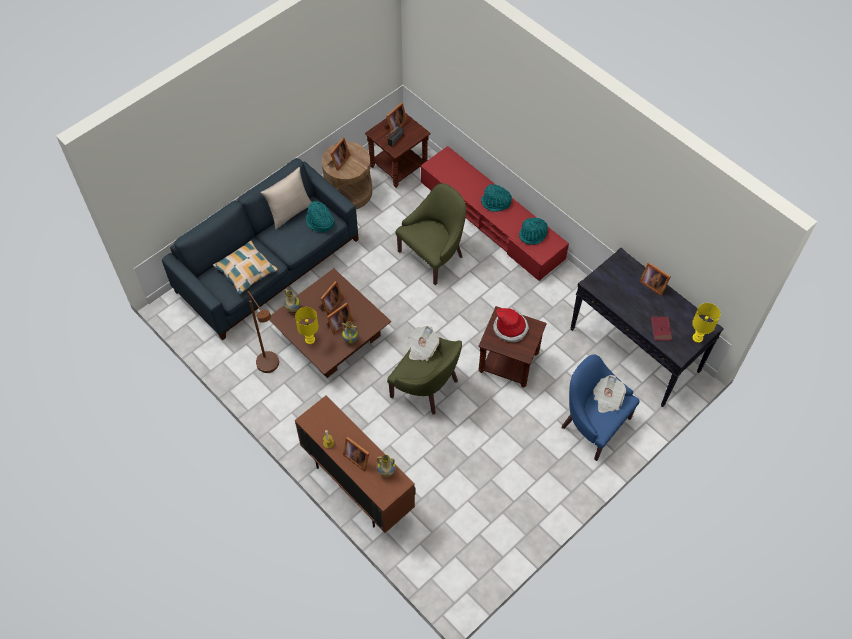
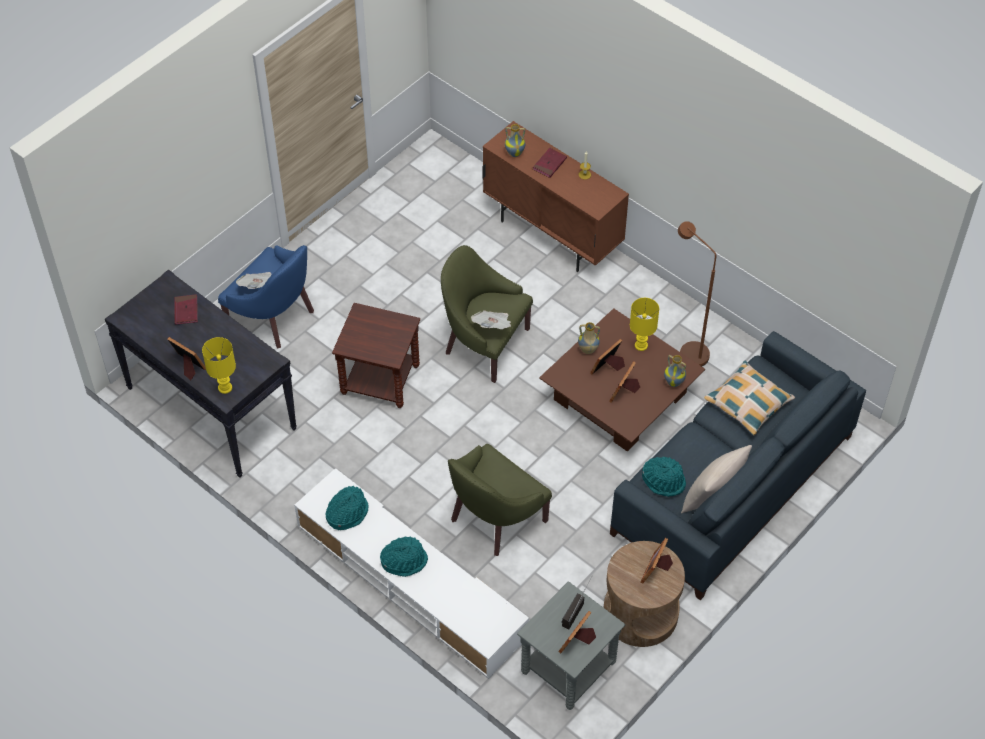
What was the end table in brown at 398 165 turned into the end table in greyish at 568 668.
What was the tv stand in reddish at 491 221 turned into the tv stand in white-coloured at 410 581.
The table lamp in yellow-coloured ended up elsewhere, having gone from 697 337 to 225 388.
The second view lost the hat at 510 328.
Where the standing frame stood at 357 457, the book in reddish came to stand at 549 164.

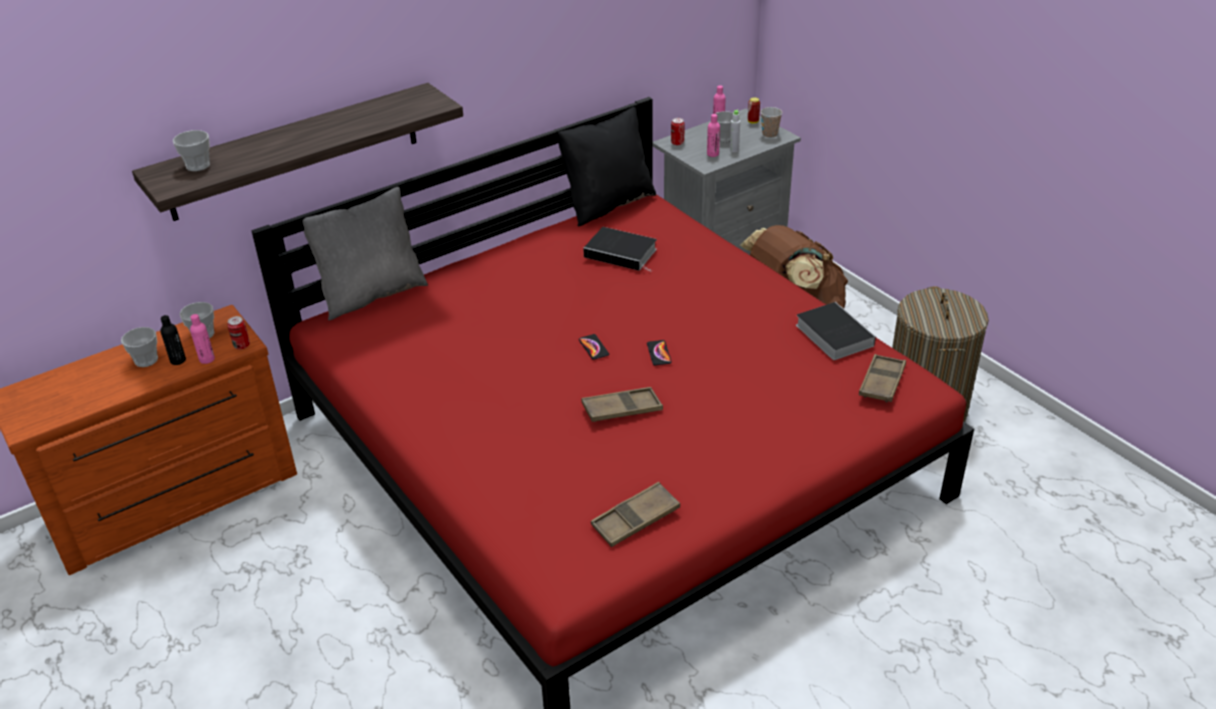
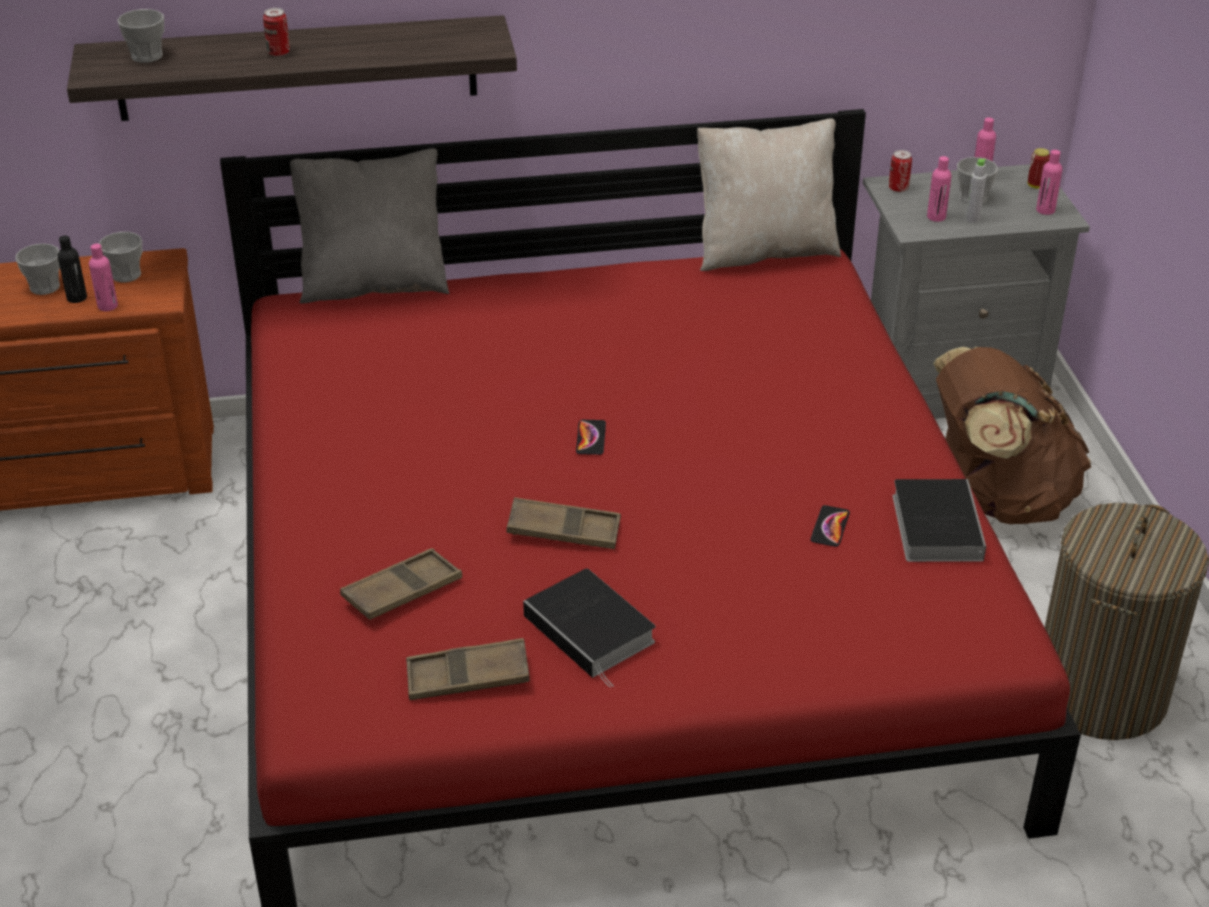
What was the throw pillow in blackish at 607 204 turned into the throw pillow in beige at 764 251.
Where the small cup stood at 769 134, the beverage bottle in pink-coloured came to stand at 1045 210.
The book ended up elsewhere, having gone from 622 253 to 592 631.
The sealed can ended up elsewhere, having gone from 242 346 to 279 53.
The telephone ended up elsewhere, having gone from 659 353 to 830 527.
The carrying tray in brown ended up elsewhere, having gone from 882 382 to 402 591.

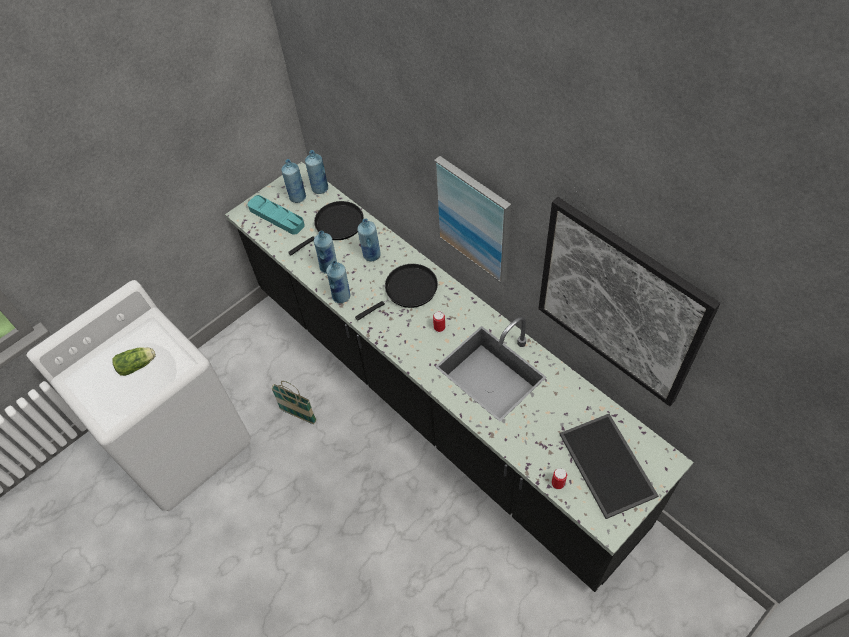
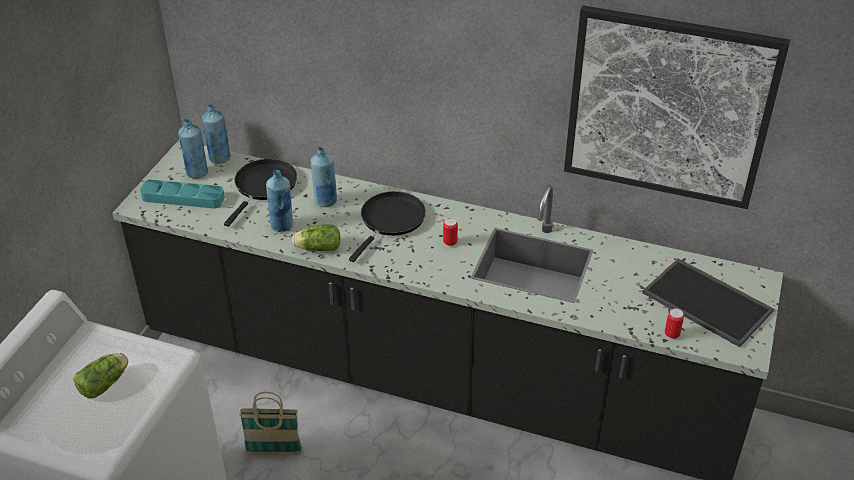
The second view lost the picture at 474 219.
Where the beverage bottle in bluish stood at 341 296, the head of lettuce came to stand at 317 248.

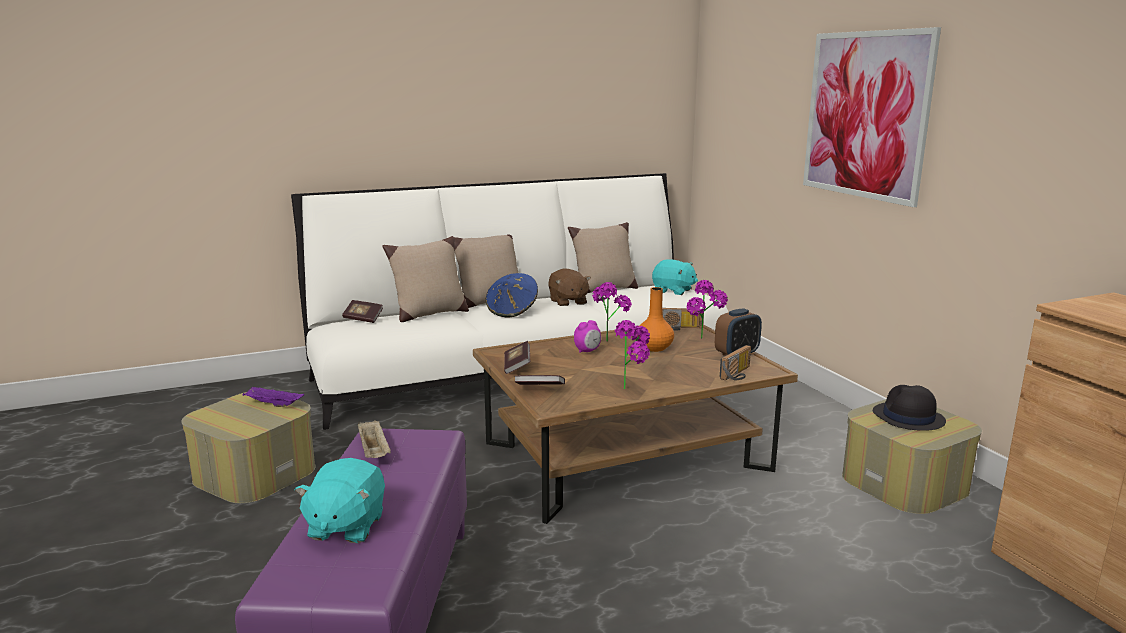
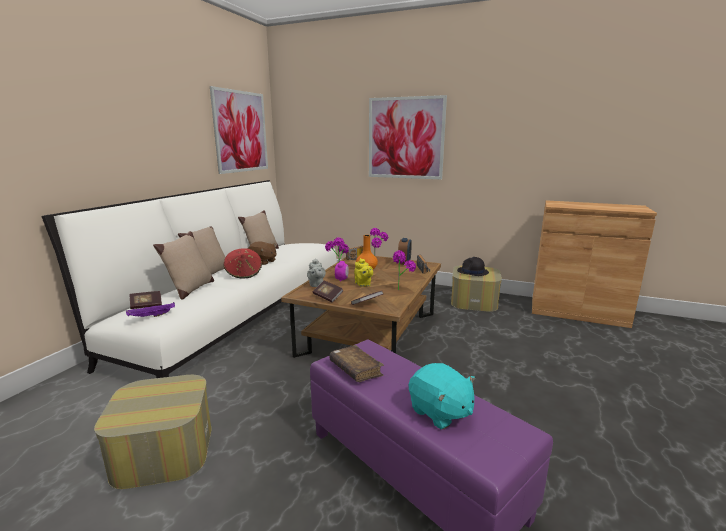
The second view lost the cuddly toy in turquoise at 673 291.
What was the hat in bluish at 512 311 turned into the hat in reddish at 244 274.
The carrying tray in purplish ended up elsewhere, having gone from 273 405 to 151 316.
Where the carrying tray in beige stood at 374 452, the book in brown came to stand at 355 370.
The second view gained the picture at 241 131.
The second view gained the teapot in greyish at 316 285.
The second view gained the teapot in yellow-coloured at 363 284.

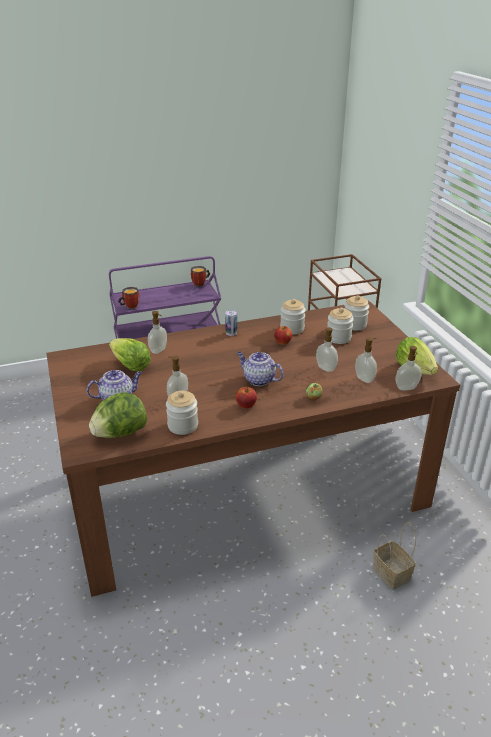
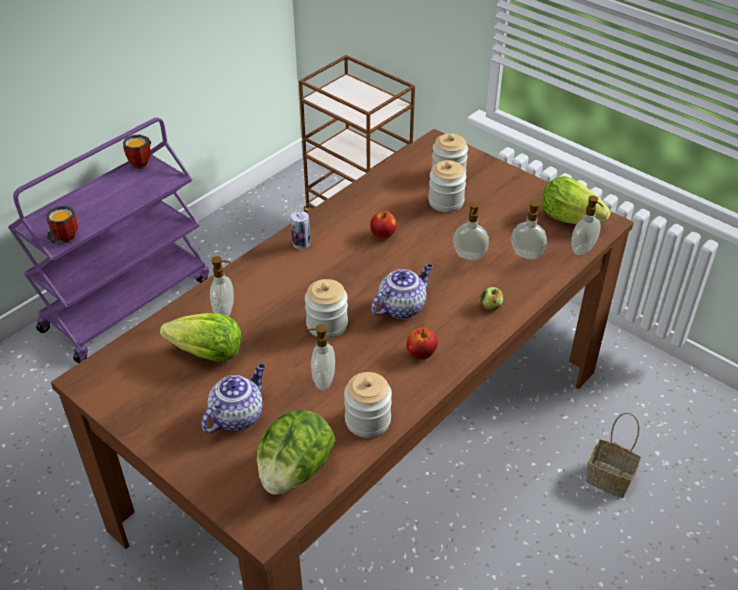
The preserve jar ended up elsewhere, having gone from 292 329 to 327 325.
The teapot at 258 380 ended up facing another way, 135 degrees clockwise from before.

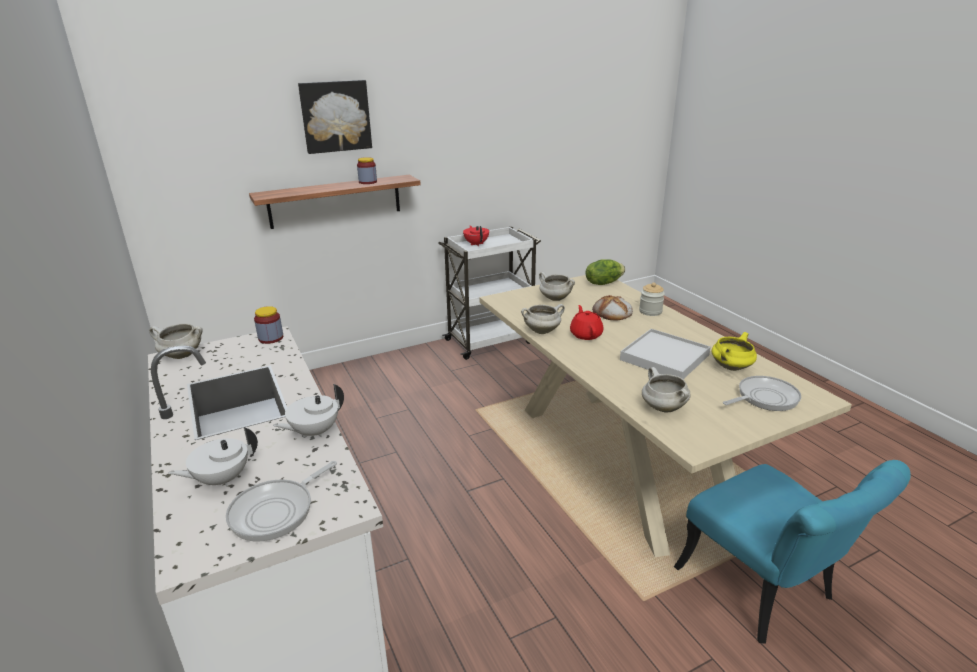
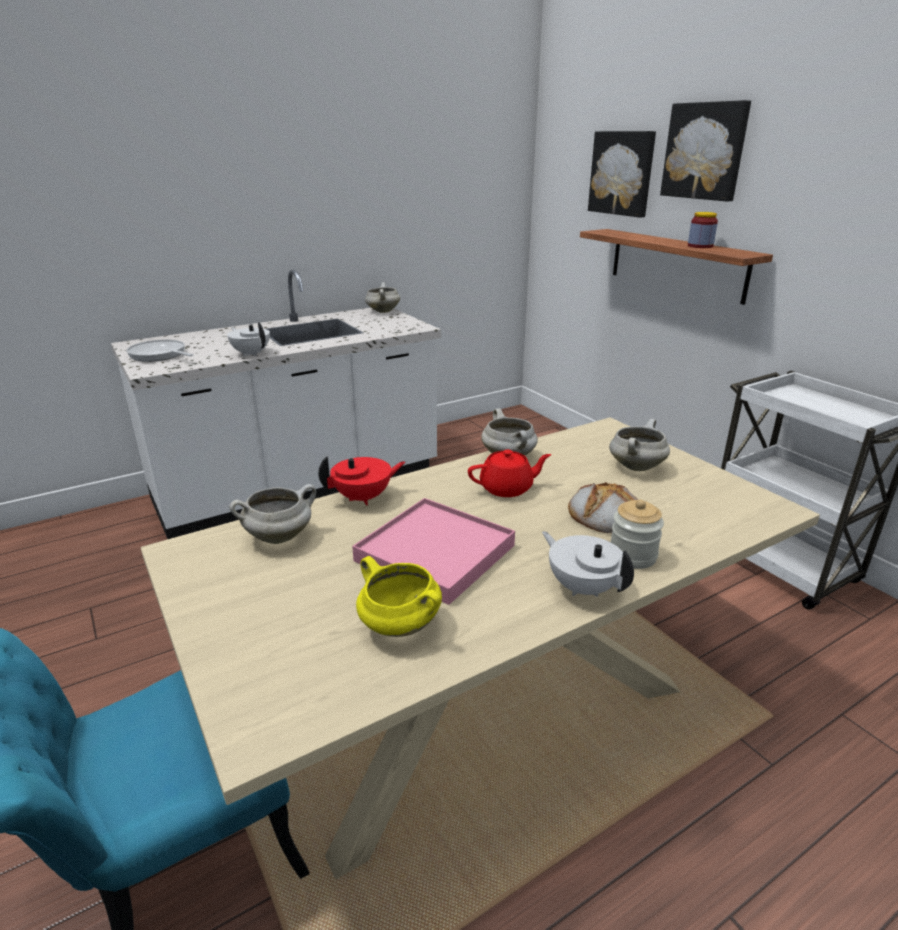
The teapot in reddish ended up elsewhere, having gone from 476 244 to 364 498.
The second view lost the head of lettuce at 603 283.
The second view lost the preserve jar at 271 338.
What was the carrying tray in white-coloured at 664 357 turned into the carrying tray in pink-coloured at 435 553.
The second view lost the frying pan at 764 398.
The teapot in white-coloured ended up elsewhere, having gone from 221 479 to 583 587.
The second view gained the picture at 622 173.

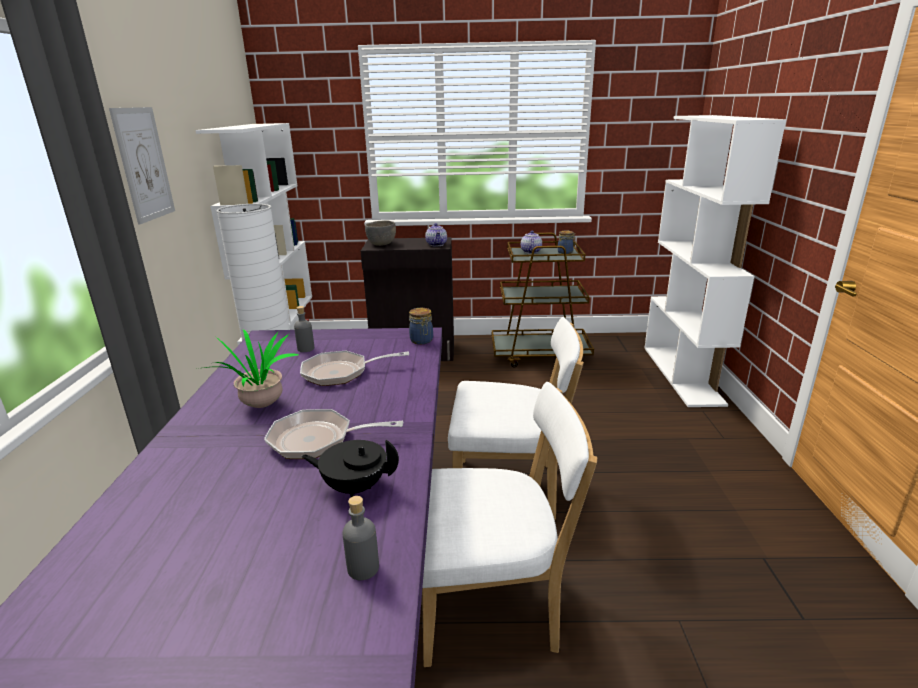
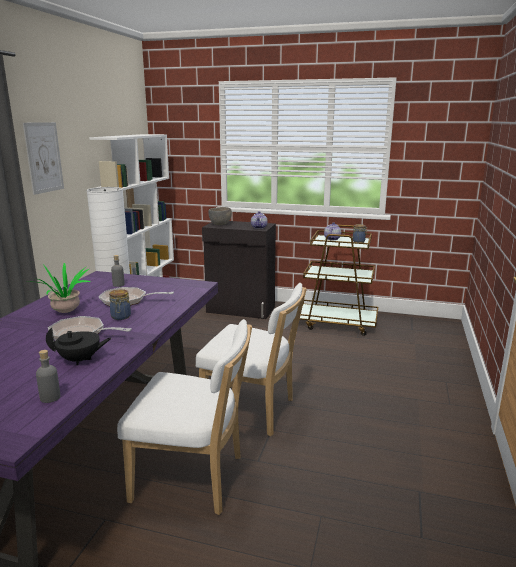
The second view lost the bookcase in white-coloured at 682 374.
The preserve jar ended up elsewhere, having gone from 422 341 to 121 317.
The teapot in blackish at 354 487 ended up facing another way, 150 degrees clockwise from before.

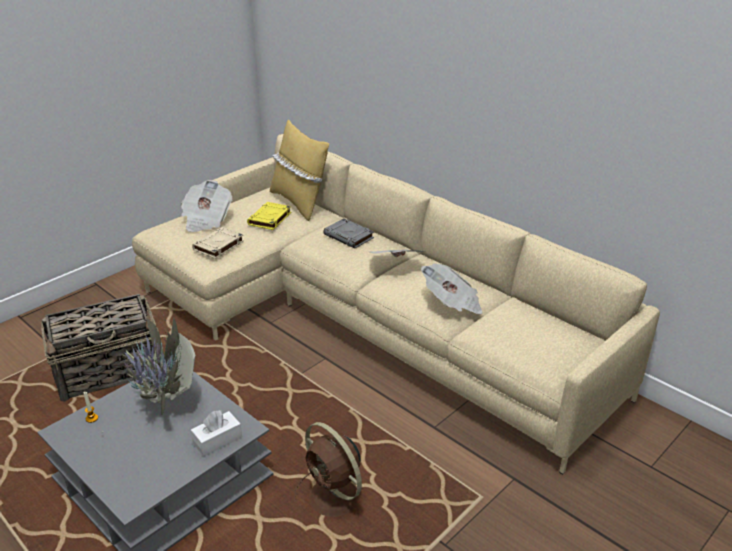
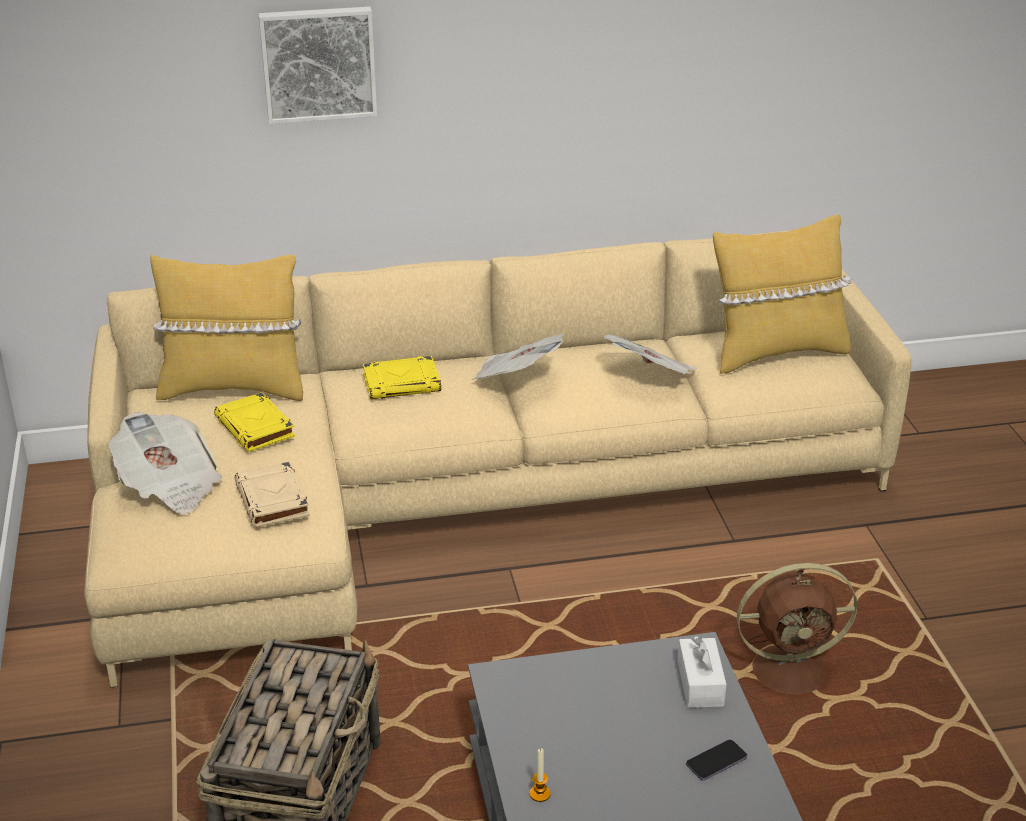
What was the book in greyish at 349 236 turned into the book in yellow-coloured at 402 383.
The second view lost the houseplant at 164 406.
The second view gained the picture at 318 63.
The second view gained the throw pillow in yellow-coloured at 776 353.
The second view gained the telephone at 716 761.

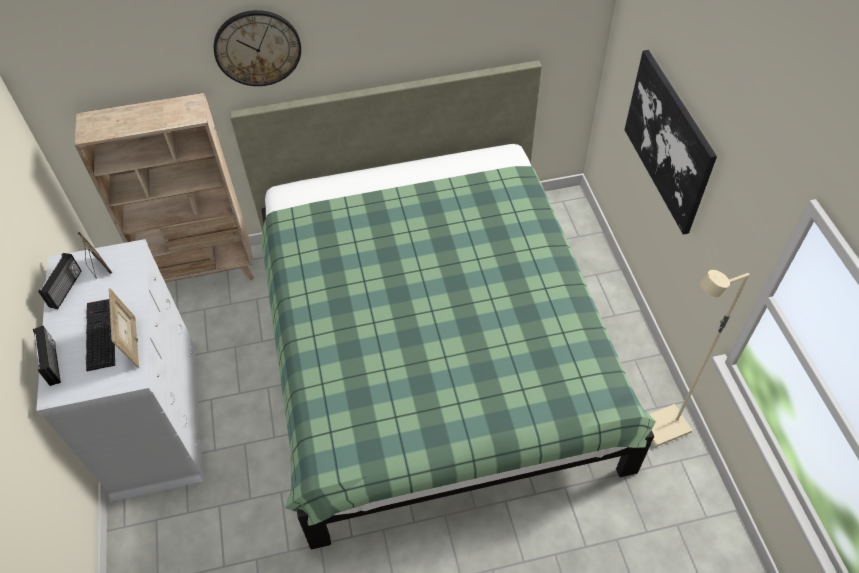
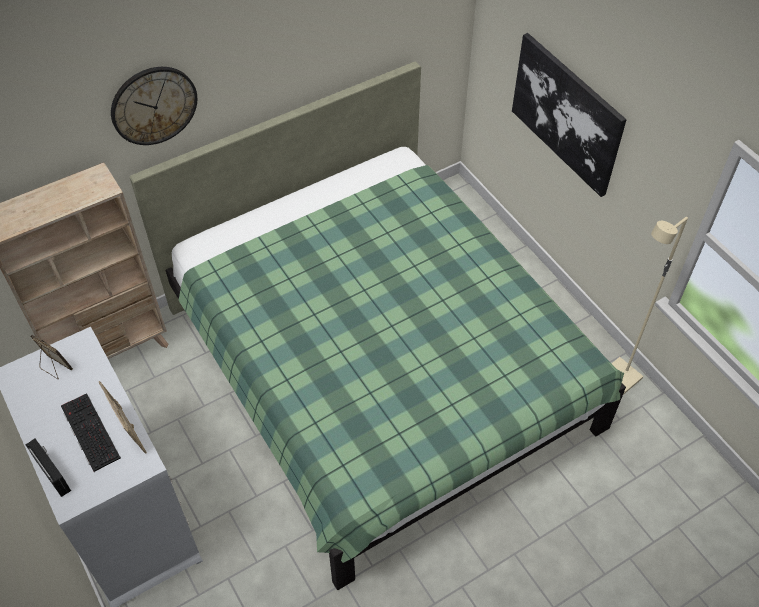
The second view lost the radio at 66 289.

